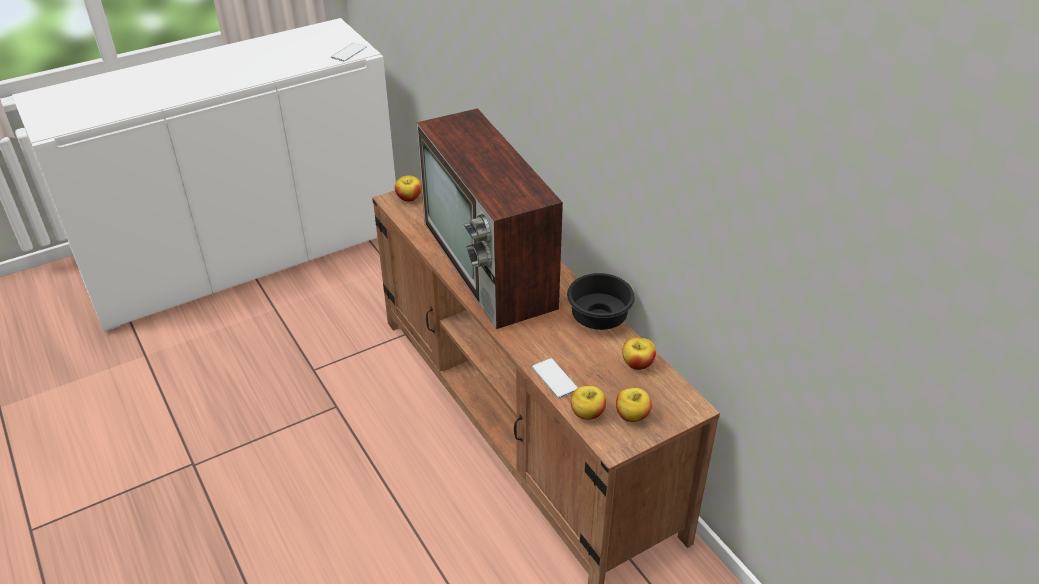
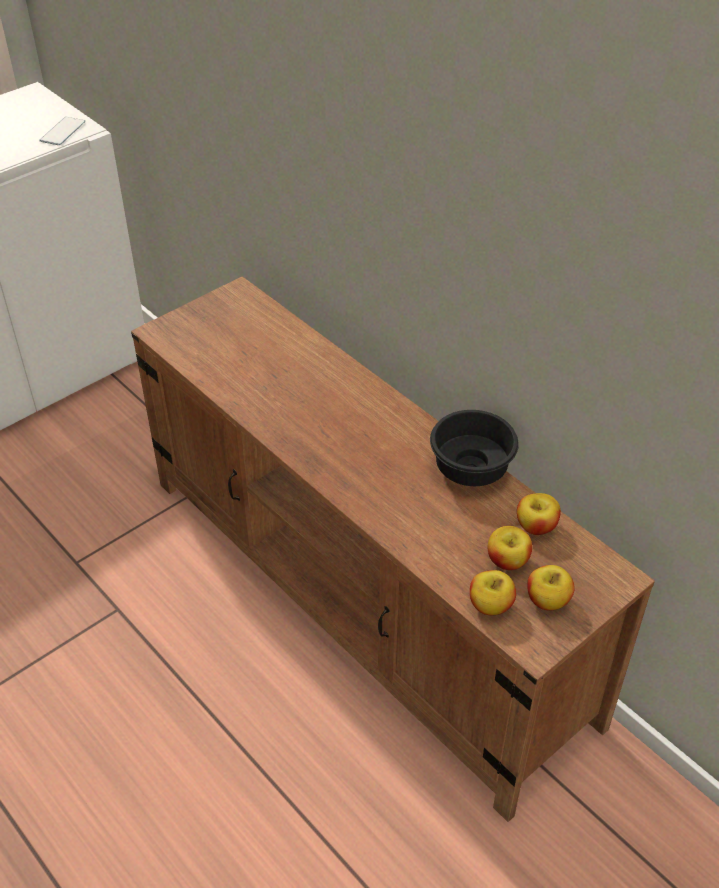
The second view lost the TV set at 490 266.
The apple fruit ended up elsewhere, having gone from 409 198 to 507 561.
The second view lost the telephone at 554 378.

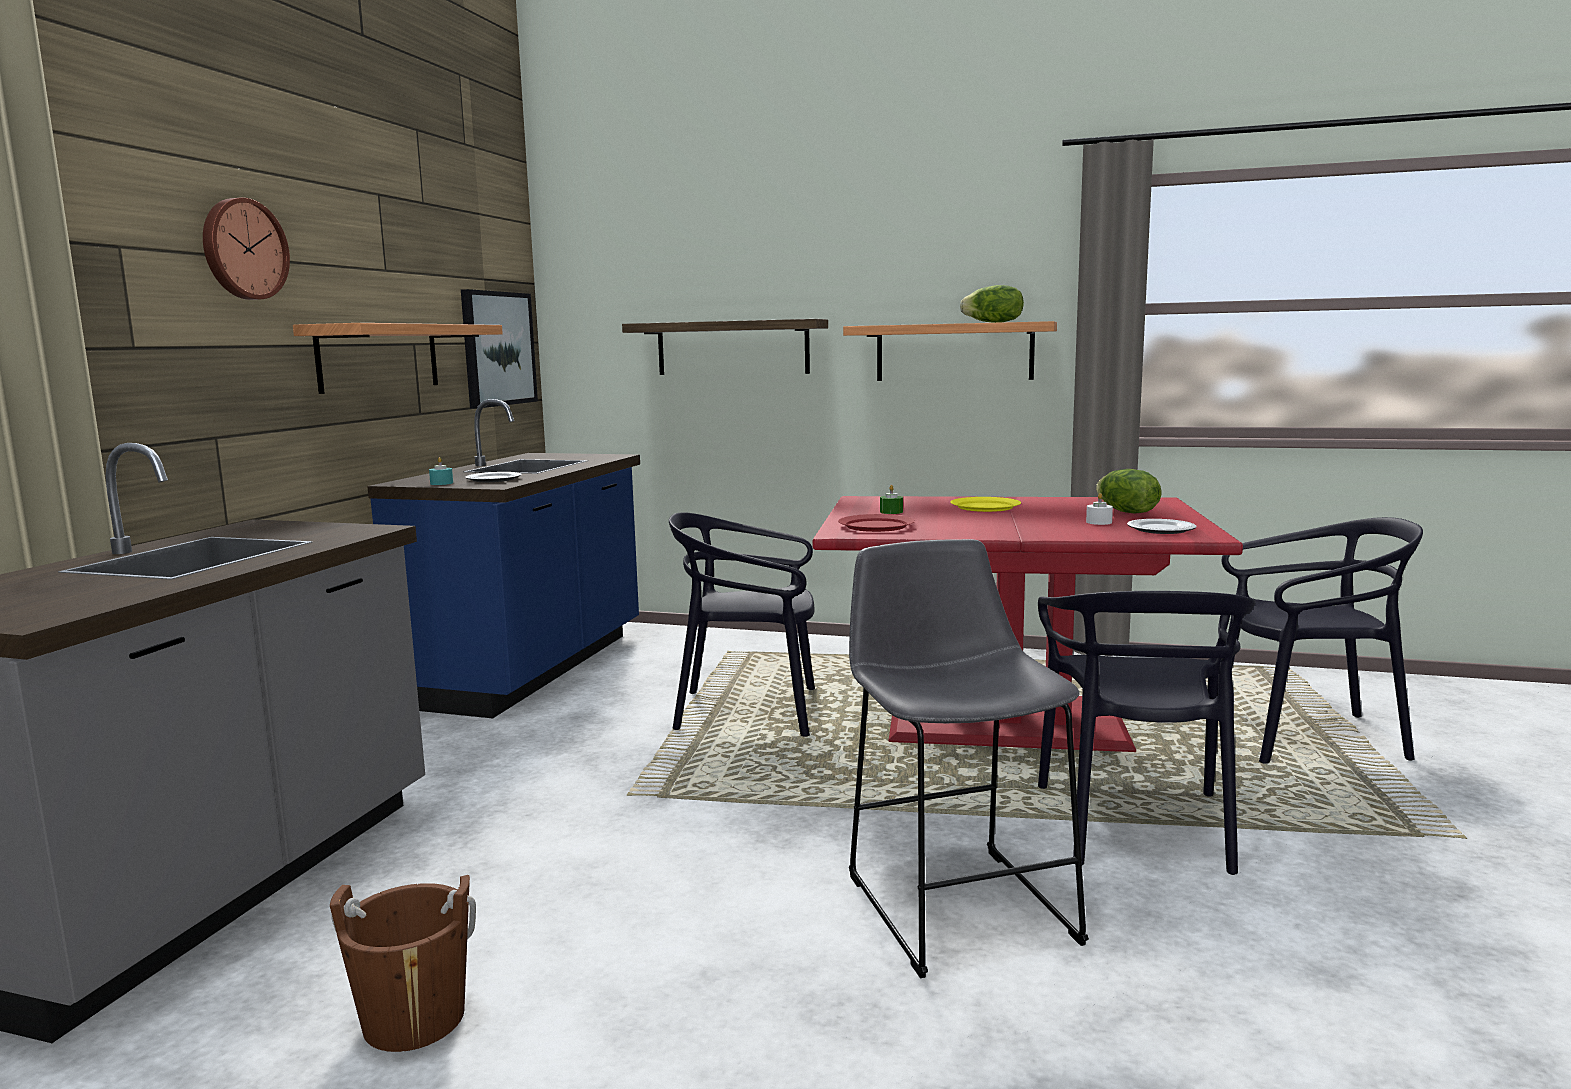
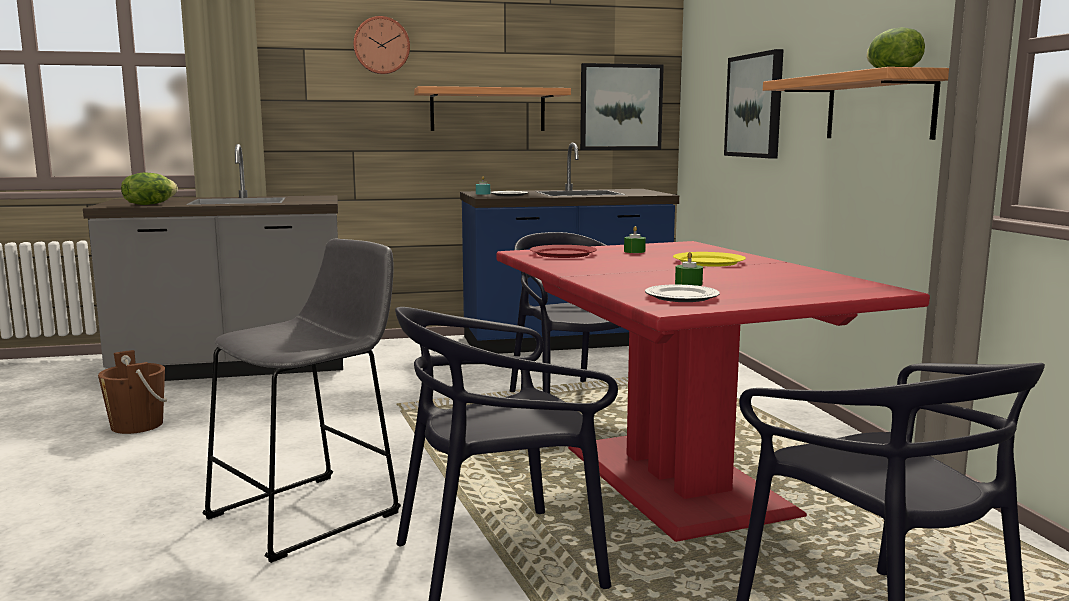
Where the wall shelf hung at 732 348, the picture came to hang at 755 106.
The head of lettuce ended up elsewhere, having gone from 1126 512 to 149 204.
What was the wax light in white-coloured at 1099 522 turned into the wax light in green-coloured at 688 284.

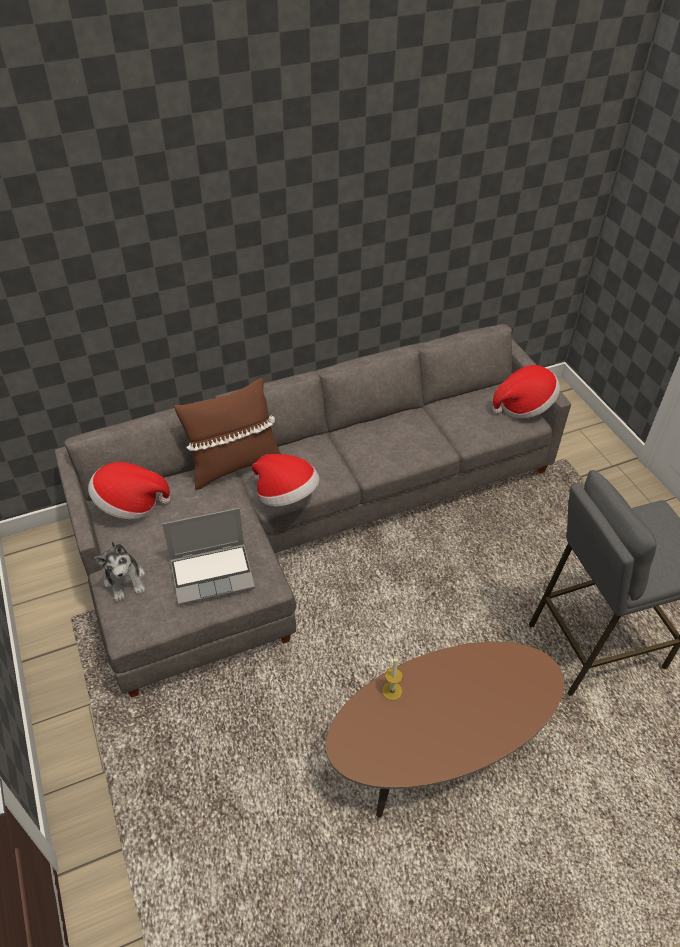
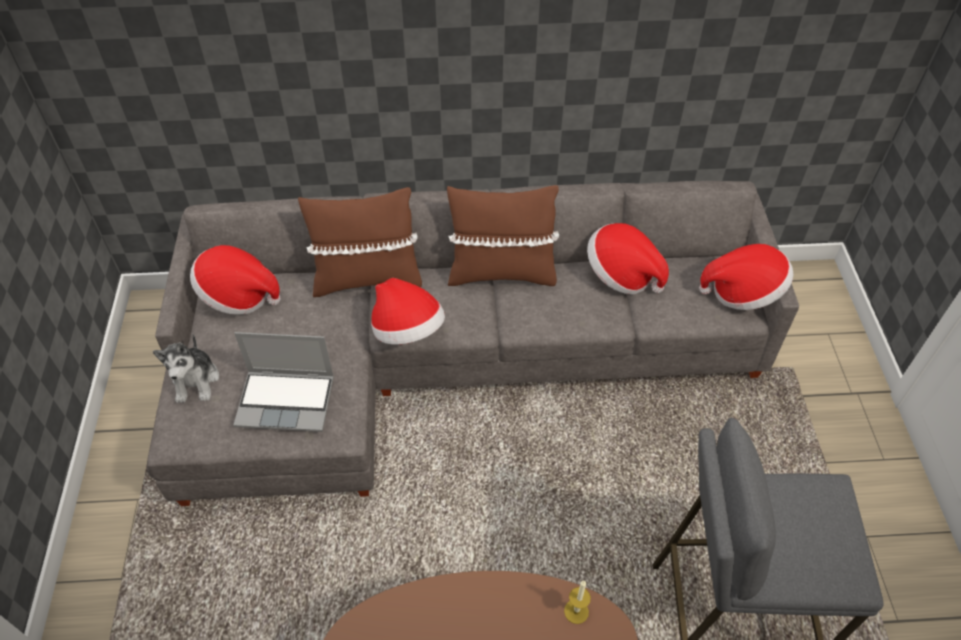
The wax light ended up elsewhere, having gone from 392 691 to 576 611.
The second view gained the throw pillow in brown at 501 273.
The second view gained the hat at 622 274.

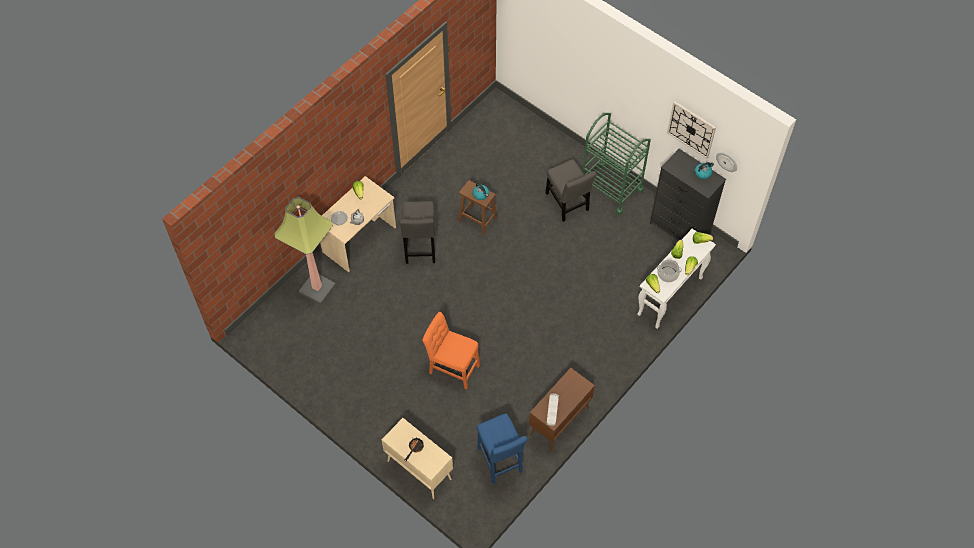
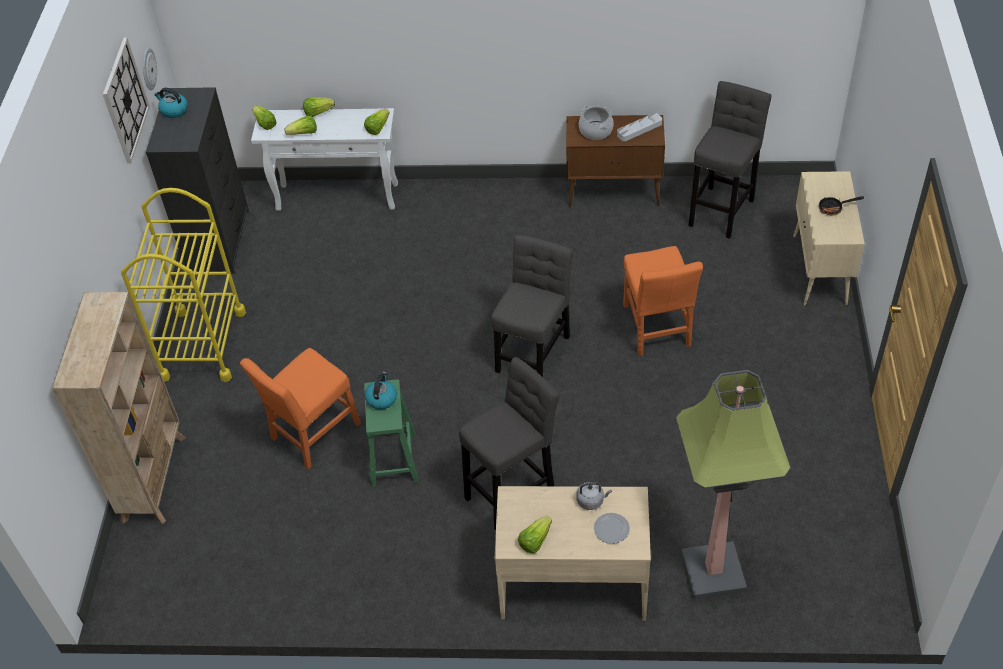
What was the cart in green-coloured at 610 188 turned into the cart in yellow-coloured at 203 345.
The chair in greyish ended up elsewhere, having gone from 567 204 to 534 350.
What was the stool in brown at 477 219 turned into the stool in green-coloured at 393 460.
The stockpot ended up elsewhere, having gone from 667 274 to 596 130.
What was the stool in bluish at 500 462 turned into the stool in greyish at 722 209.
The second view gained the bookcase in beige at 154 477.
The second view gained the chair in orange at 312 434.

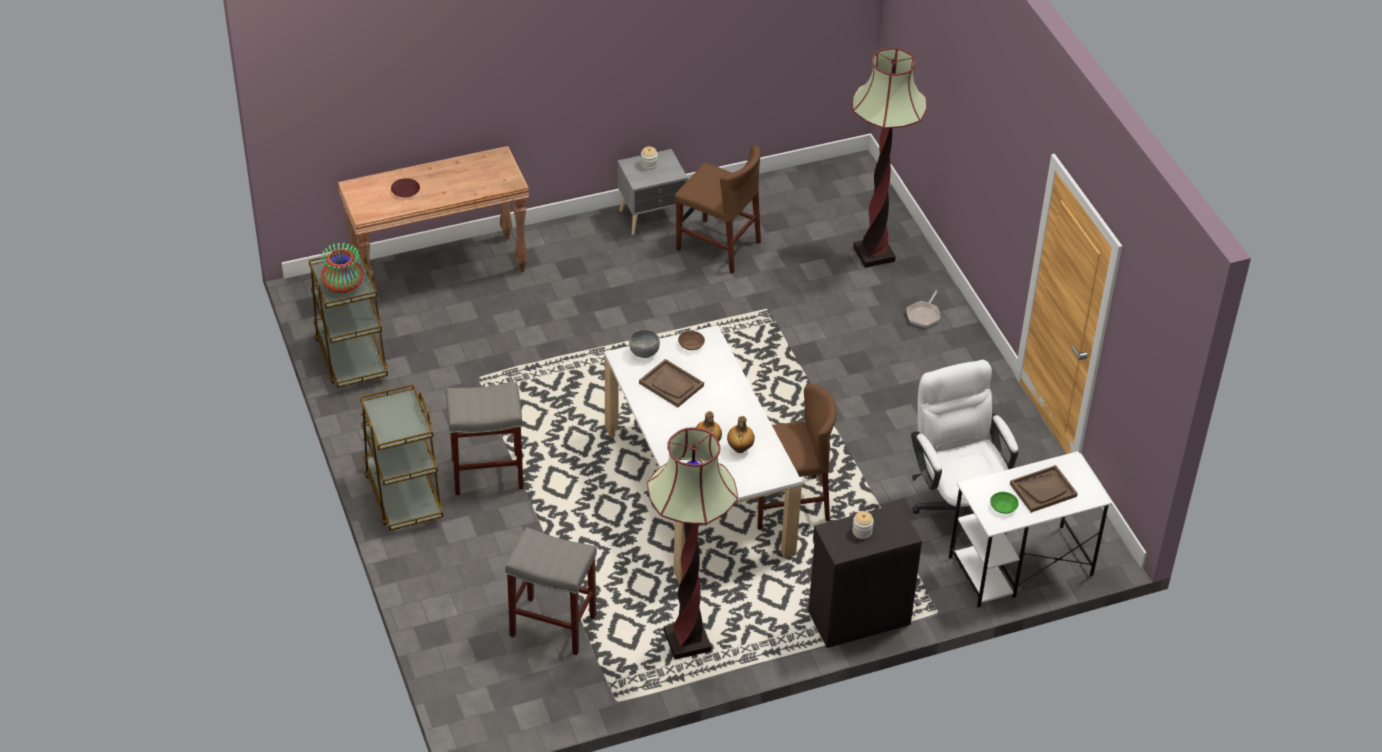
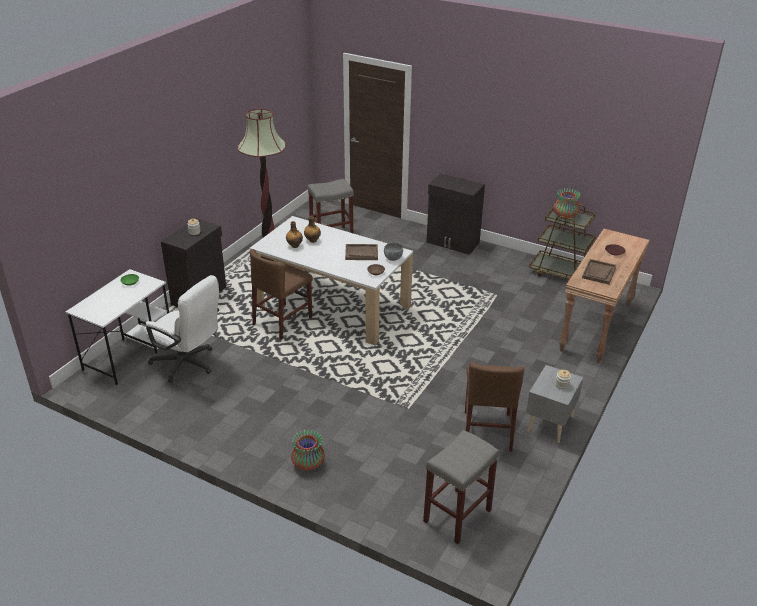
The second view lost the standard lamp at 874 254.
The chair in brown at 718 246 ended up facing another way, 75 degrees counterclockwise from before.
Where the frying pan stood at 924 315, the decorative vase came to stand at 308 464.
The stool in greyish ended up elsewhere, having gone from 488 473 to 457 516.
Where the cart in brown stood at 403 495, the storage cabinet in blackish came to stand at 452 243.
The carrying tray in brown ended up elsewhere, having gone from 1043 490 to 599 273.

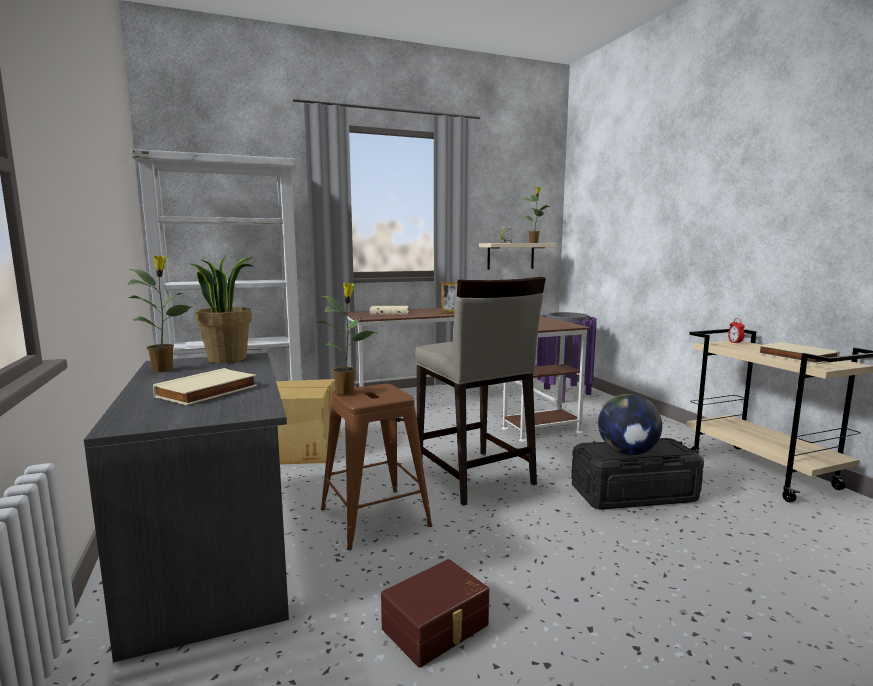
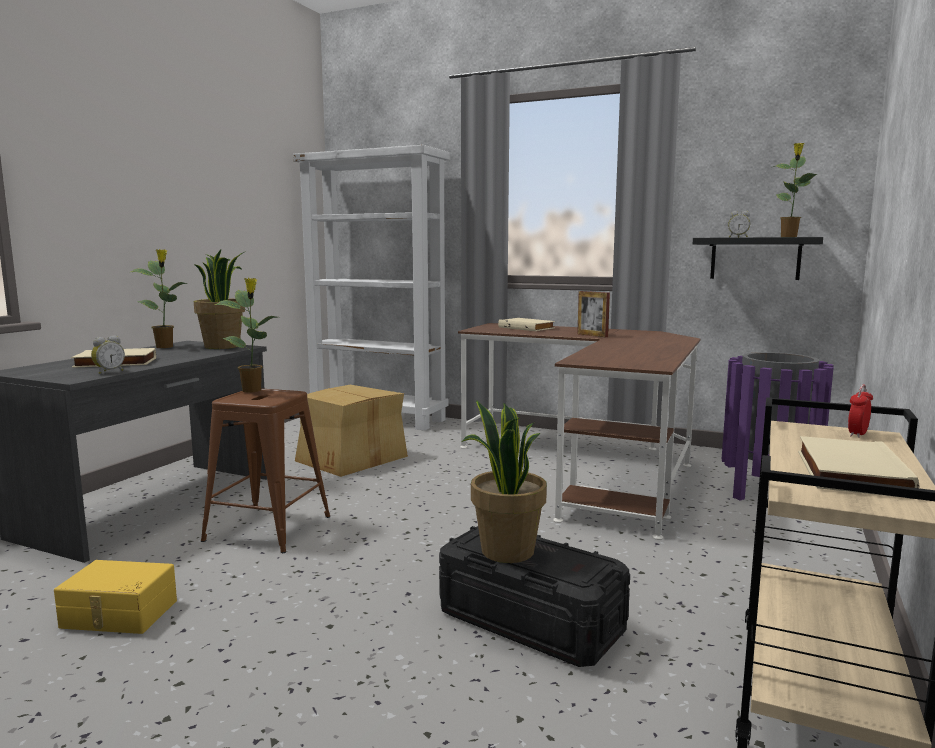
What was the wall shelf in beige at 510 256 turned into the wall shelf in blackish at 755 258.
The second view lost the stool in beige at 474 477.
Where the globe stood at 627 452, the houseplant came to stand at 506 551.
What was the storage bin in brown at 437 627 turned into the storage bin in yellow-coloured at 118 615.
The second view gained the alarm clock at 108 372.

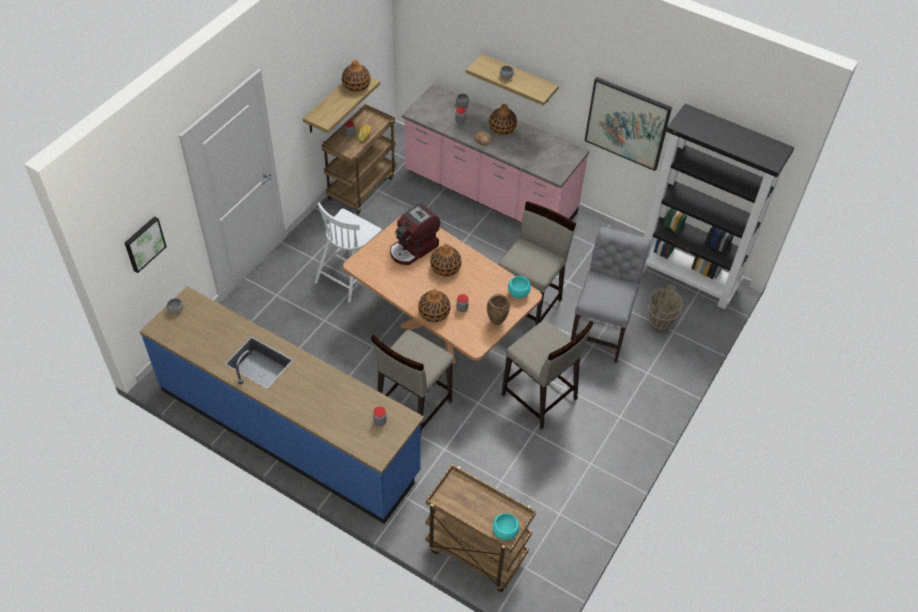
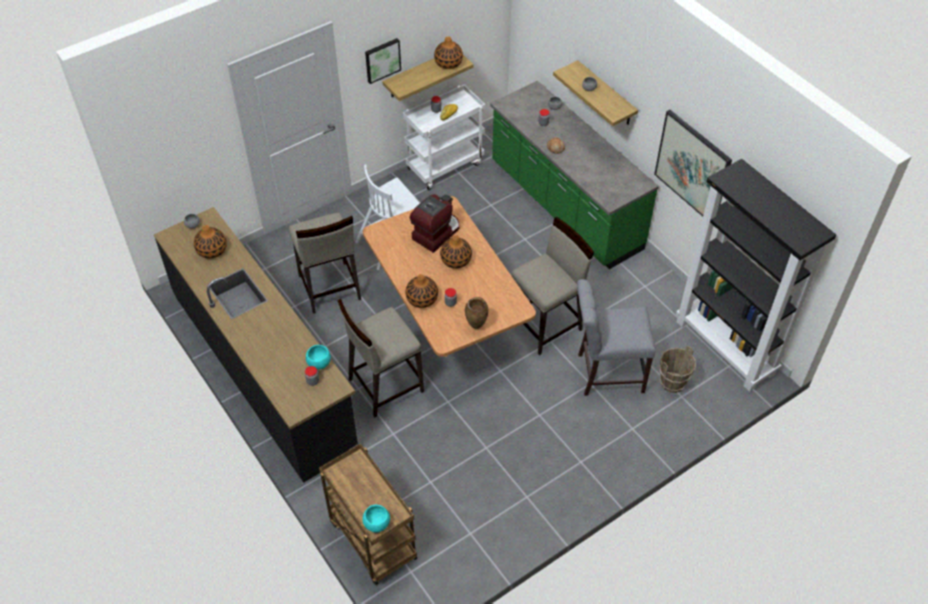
What was the counter in pink-coloured at 489 194 turned into the counter in green-coloured at 564 206.
What was the cart in brown at 361 187 turned into the cart in white-coloured at 445 165.
The decorative vase ended up elsewhere, having gone from 502 128 to 212 250.
The coffee maker at 414 249 ended up facing another way, 150 degrees clockwise from before.
The picture ended up elsewhere, having gone from 144 243 to 382 60.
The chair in greyish at 601 331 ended up facing another way, 135 degrees counterclockwise from before.
The deep dish in turquoise ended up elsewhere, having gone from 518 293 to 319 363.
What was the counter in bluish at 288 430 turned into the counter in blackish at 263 369.
The stool in beige ended up elsewhere, having gone from 539 397 to 329 288.

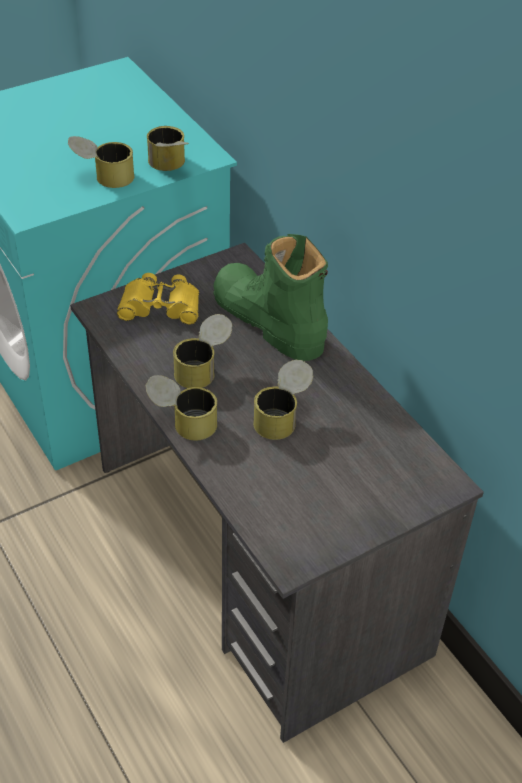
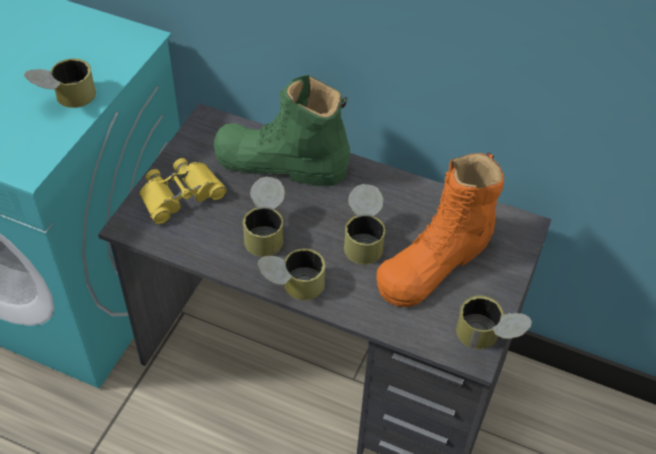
The sealed can ended up elsewhere, having gone from 168 167 to 488 339.
The second view gained the boot in orange at 435 261.

